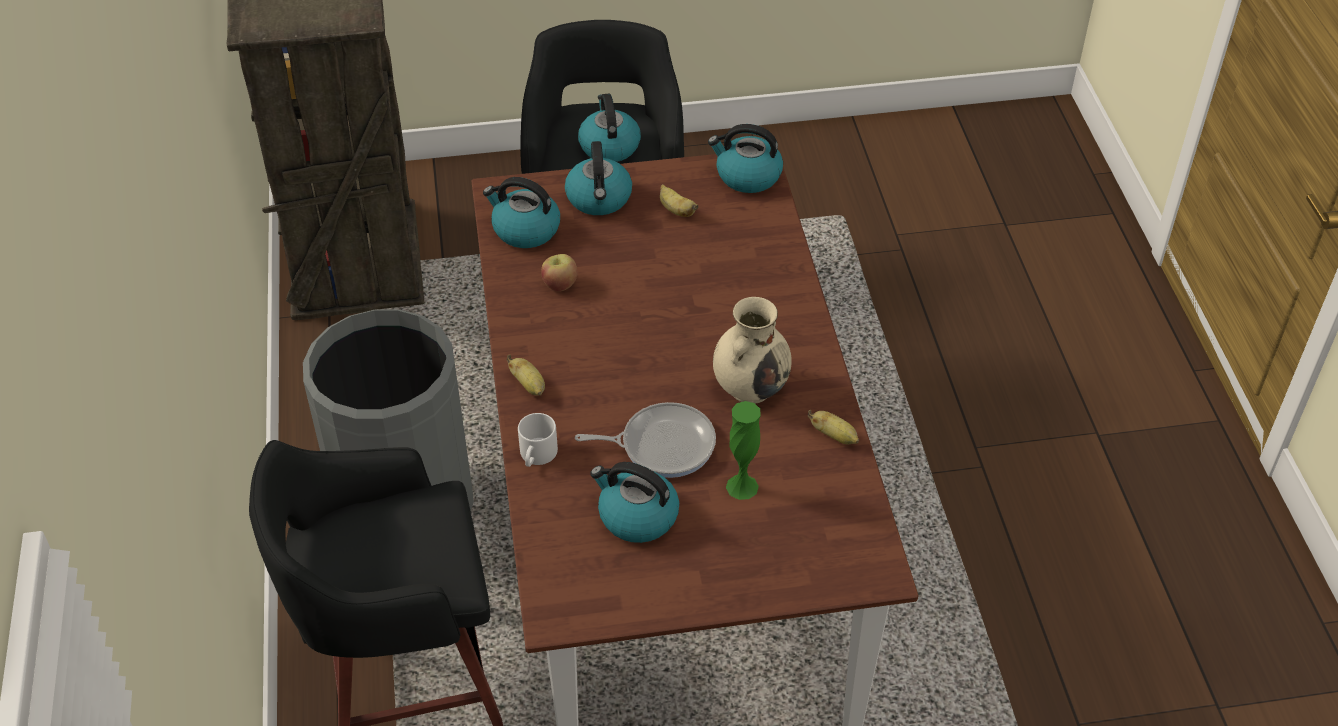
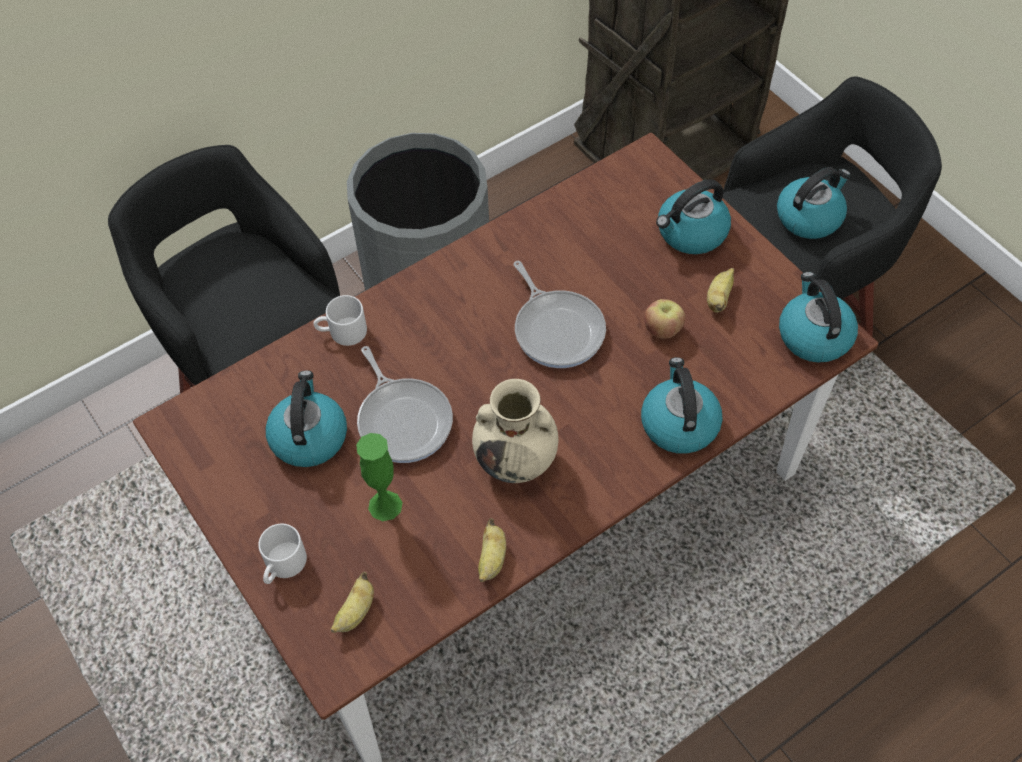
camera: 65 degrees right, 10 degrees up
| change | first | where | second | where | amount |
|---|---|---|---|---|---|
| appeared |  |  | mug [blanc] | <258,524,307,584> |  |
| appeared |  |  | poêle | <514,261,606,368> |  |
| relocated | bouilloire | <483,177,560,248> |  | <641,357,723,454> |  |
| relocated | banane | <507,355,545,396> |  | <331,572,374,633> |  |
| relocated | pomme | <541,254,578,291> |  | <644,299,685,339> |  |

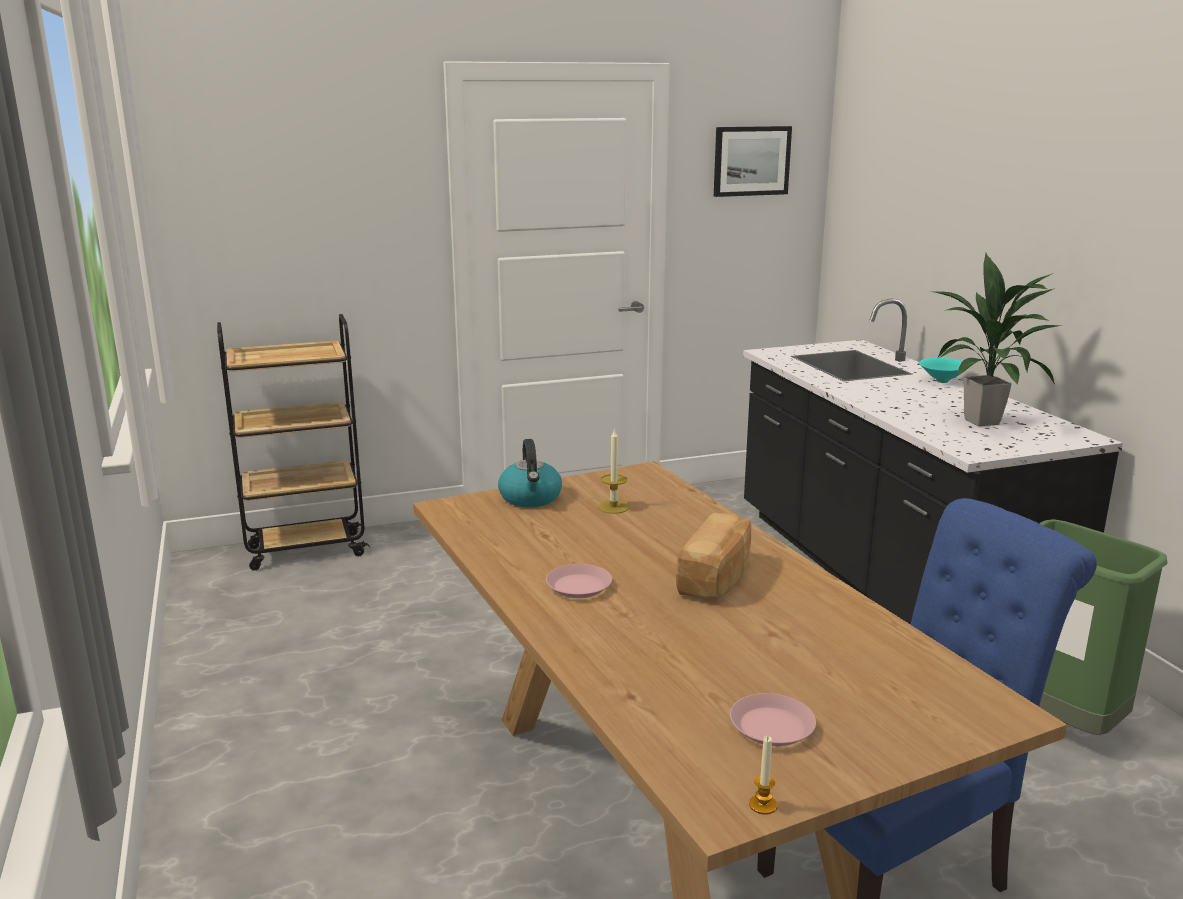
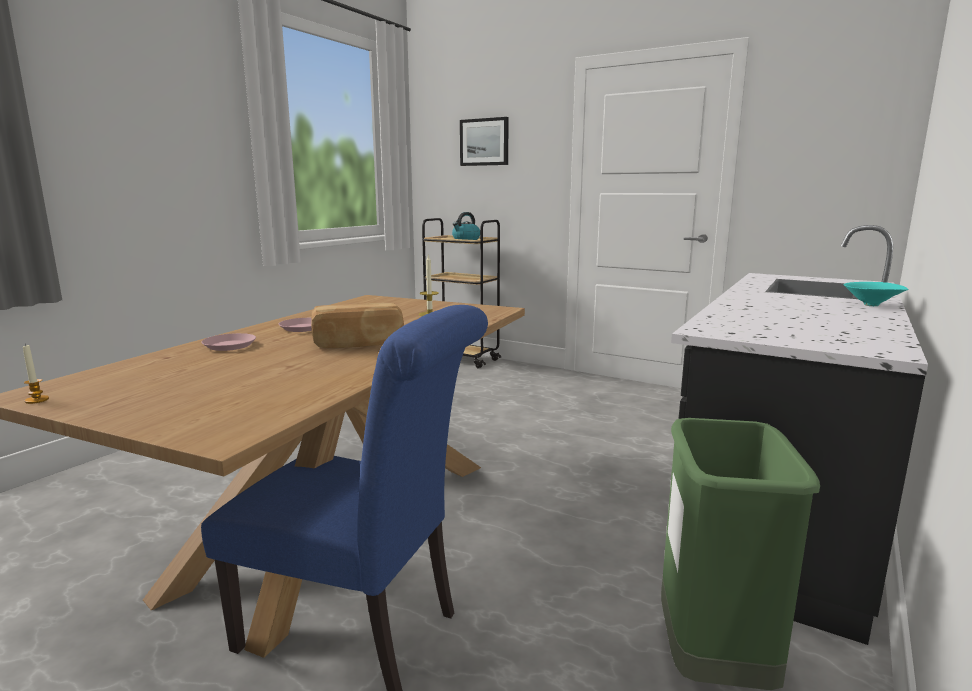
camera: 50 degrees right, 5 degrees down
| change | first | where | second | where | amount |
|---|---|---|---|---|---|
| missing | plante en pot | <929,253,1062,426> |  |  |  |
| relocated | bouilloire | <498,439,562,507> |  | <452,212,480,240> |  |
| relocated | tableau | <714,126,792,197> |  | <460,117,509,166> |  |
| relocated | assiette [rose] | <730,693,816,746> |  | <201,333,256,351> |  |

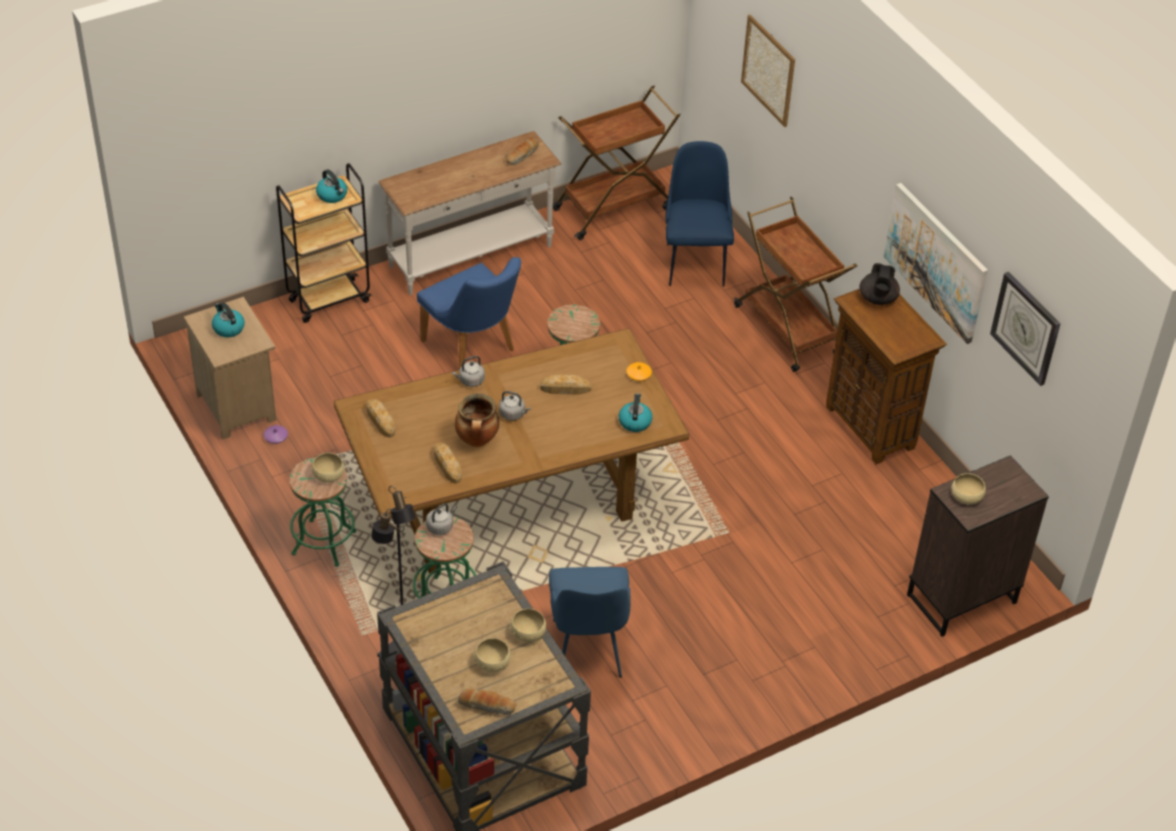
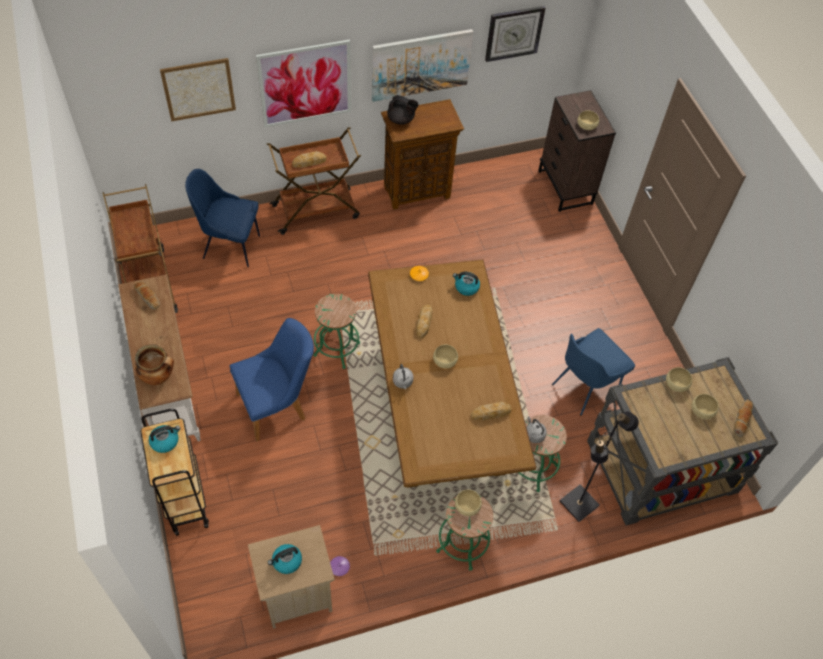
camera: 80 degrees left, 10 degrees up
| change | first | where | second | where | amount |
|---|---|---|---|---|---|
| appeared |  |  | tableau | <256,40,351,127> |  |
| relocated | pain | <366,399,395,438> |  | <292,151,327,168> |  |
| relocated | marmite | <455,393,499,447> |  | <135,344,174,385> |  |
| exchanged | bouilloire [gris] | <499,391,531,421> | bol [beige] | <433,345,458,369> |  |
| spun | chaise [bleu] | <549,567,631,678> |  | <552,328,635,416> | 135 degrees clockwise |

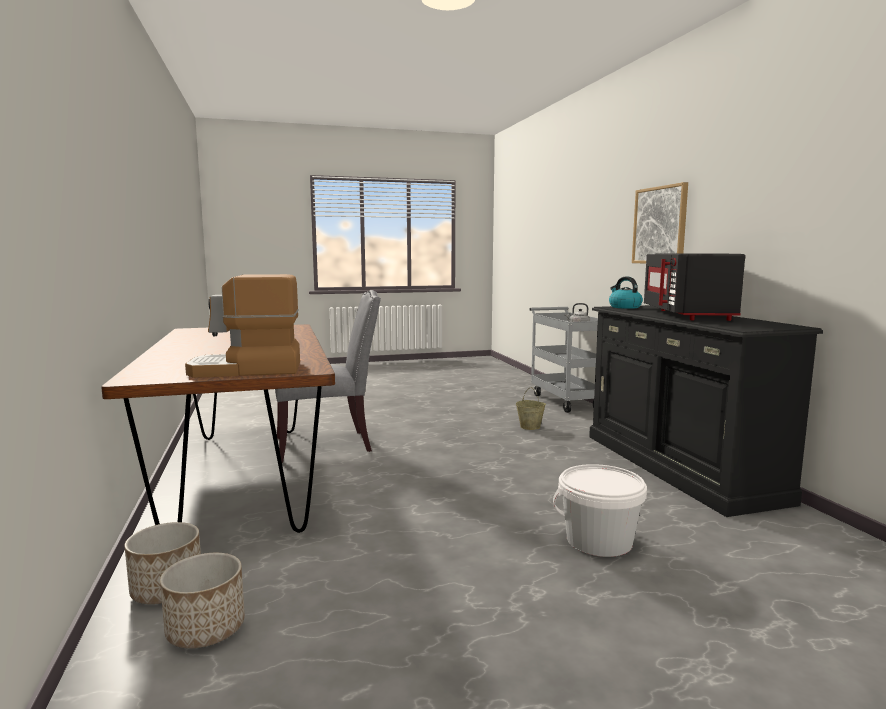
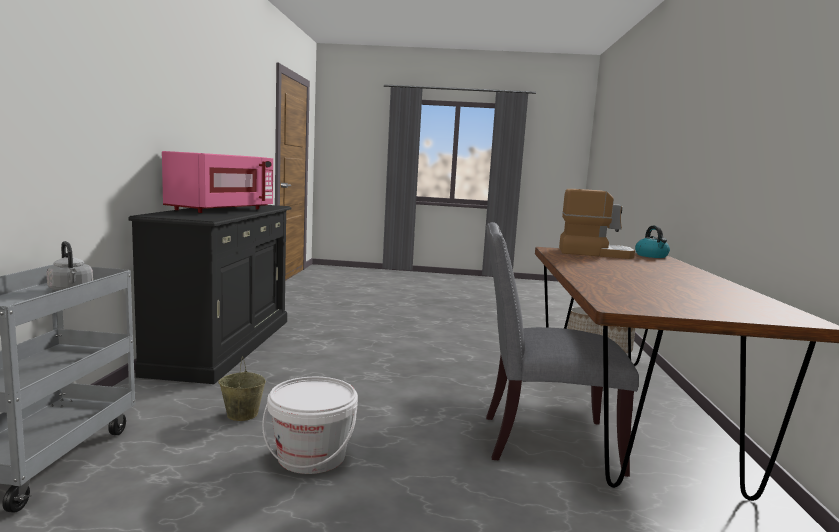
camera: 160 degrees left, 0 degrees up
| change | first | where | second | where | amount |
|---|---|---|---|---|---|
| missing | tableau | <632,182,688,264> |  |  |  |
| relocated | seau [blanc] | <553,464,647,557> |  | <262,377,358,474> |  |
| relocated | bouilloire | <609,277,643,309> |  | <635,226,670,258> |  |
| colour | micro-ondes [noir] | <644,253,745,321> | micro-ondes [rose] | <162,151,273,213> |  |

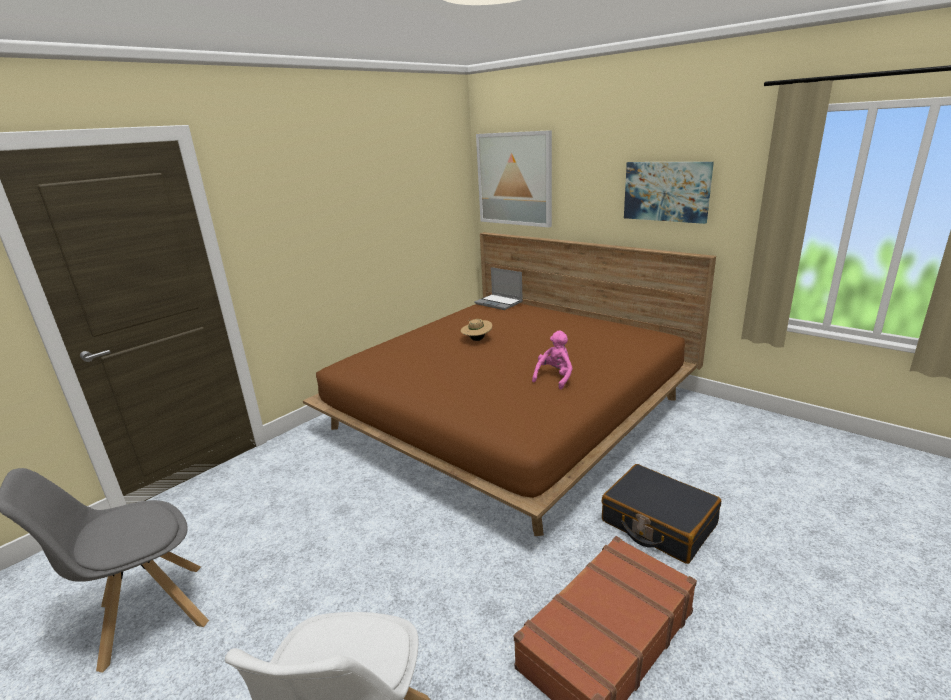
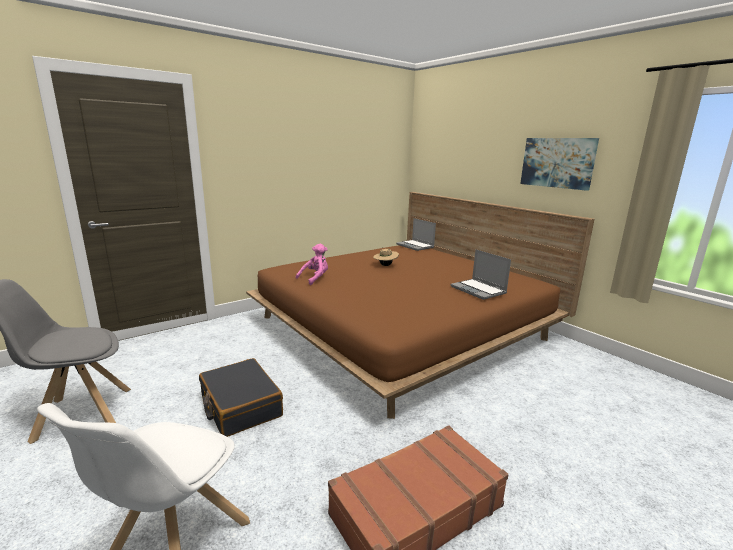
camera: 10 degrees right, 5 degrees down
| change | first | where | second | where | amount |
|---|---|---|---|---|---|
| missing | tableau | <476,130,552,227> |  |  |  |
| appeared |  |  | ordinateur portable | <450,249,511,300> |  |
| relocated | peluche [rose] | <532,330,573,389> |  | <296,244,328,285> |  |
| relocated | valise [noir] | <601,464,721,564> |  | <199,358,283,437> |  |

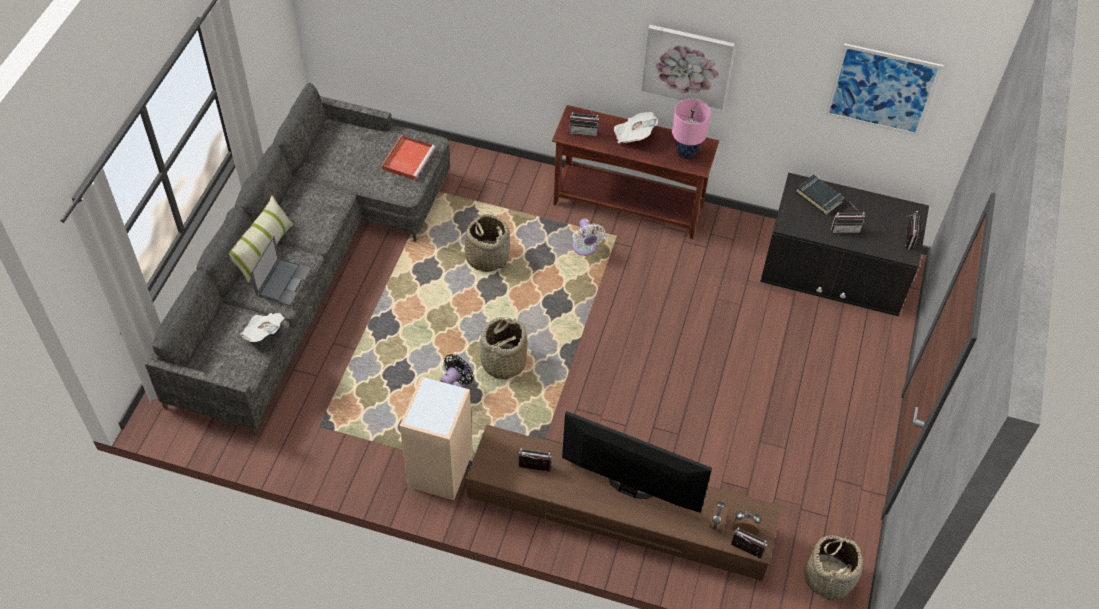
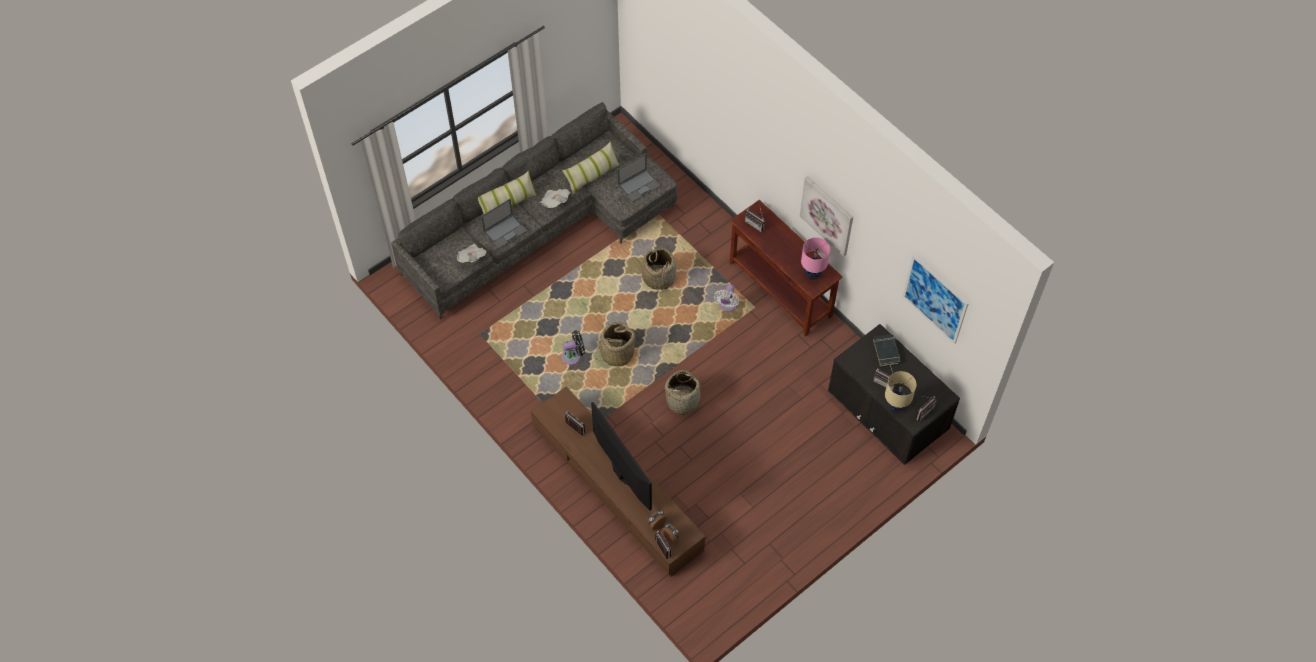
camera: 35 degrees right, 5 degrees up
| change | first | where | second | where | amount |
|---|---|---|---|---|---|
| missing | bibliothèque | <400,376,473,500> |  |  |  |
| appeared |  |  | coussin | <562,141,620,195> |  |
| appeared |  |  | lampe de table [beige] | <885,371,916,413> |  |
| relocated | journal | <614,112,658,143> |  | <540,189,570,208> |  |
| relocated | panier | <804,534,863,602> |  | <665,370,704,415> |  |
| exchanged | plateau [rouge] | <381,135,435,180> | ordinateur portable | <617,153,661,202> |  |

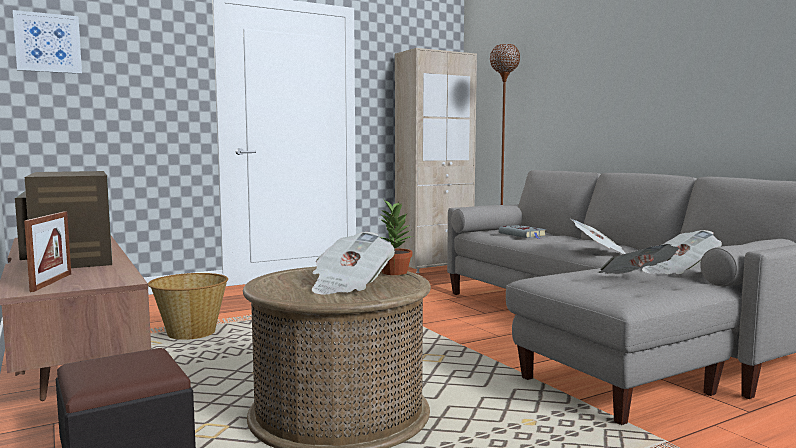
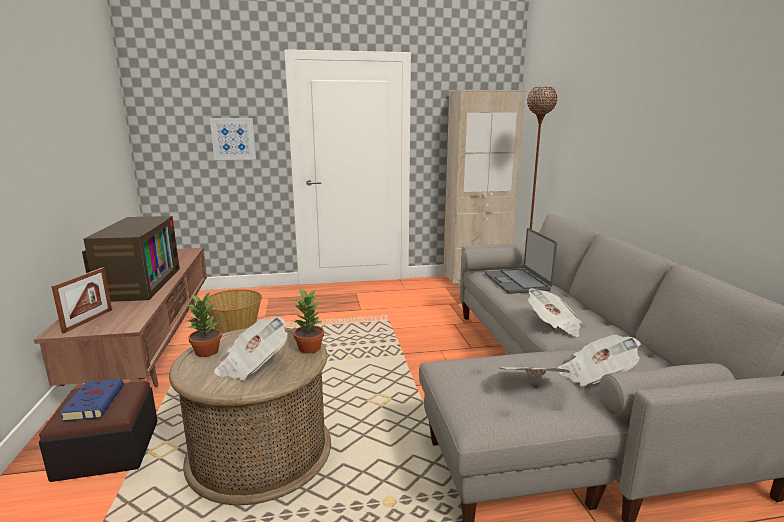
camera: 20 degrees right, 10 degrees up
| change | first | where | second | where | amount |
|---|---|---|---|---|---|
| appeared |  |  | livre [bleu] | <60,379,124,421> |  |
| appeared |  |  | plante en pot | <186,293,222,357> |  |
| relocated | tableau | <13,10,82,74> |  | <210,118,256,160> |  |
| exchanged | livre [gris] | <499,225,546,239> | ordinateur portable | <485,228,557,294> |  |

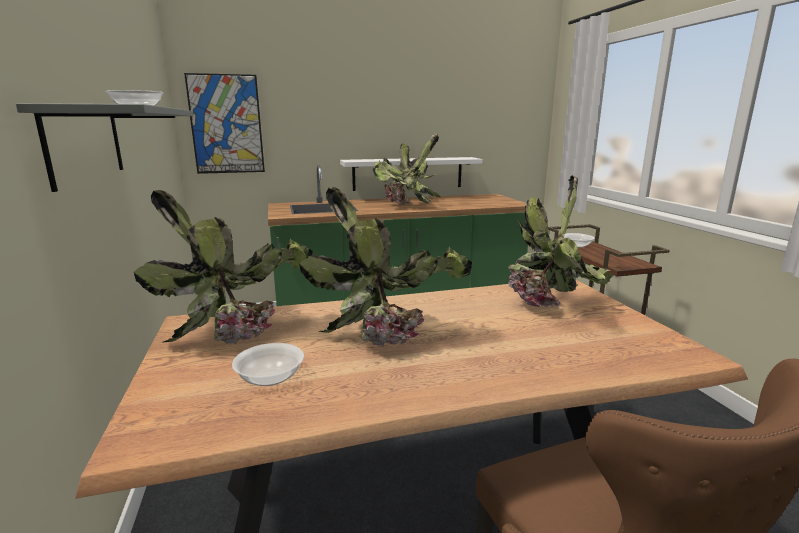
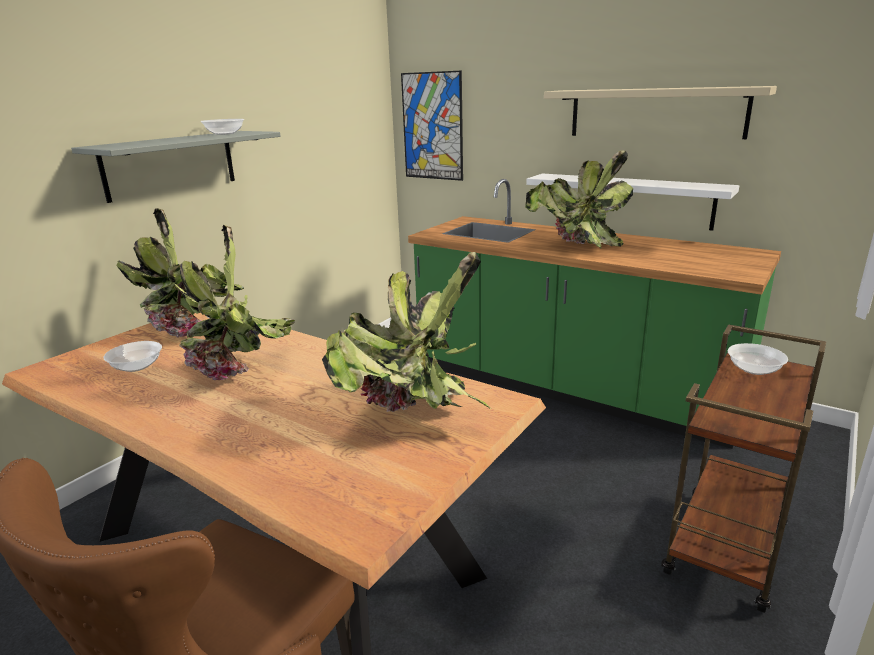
camera: 50 degrees right, 5 degrees up
| change | first | where | second | where | amount |
|---|---|---|---|---|---|
| appeared |  |  | étagère [beige] | <544,86,777,139> |  |

